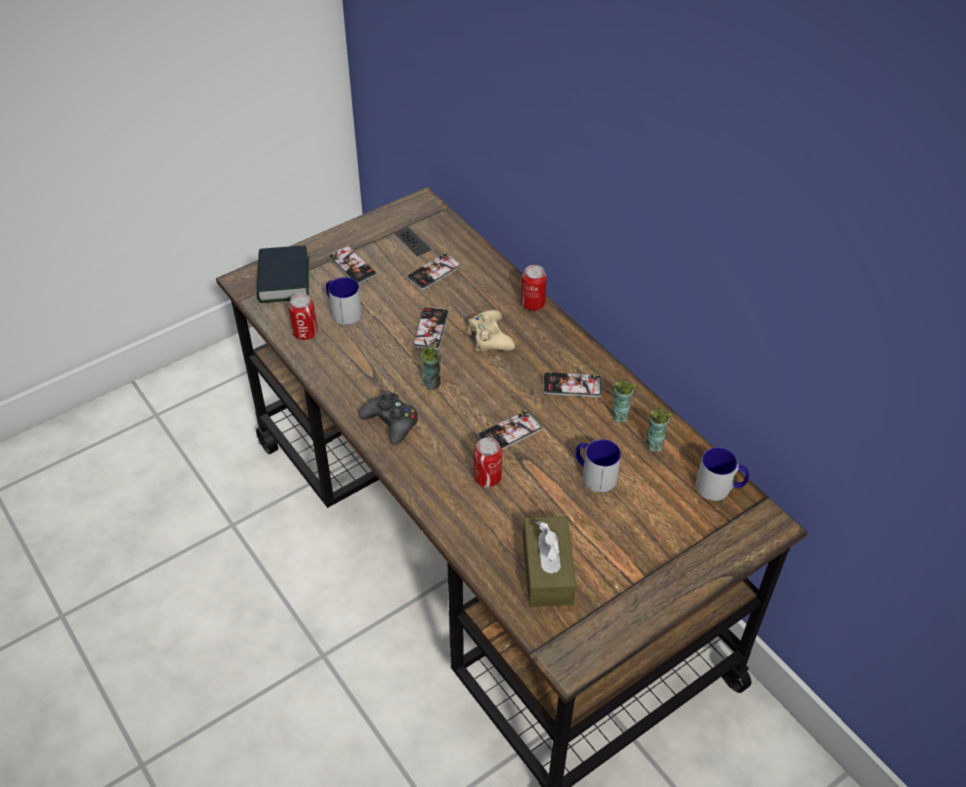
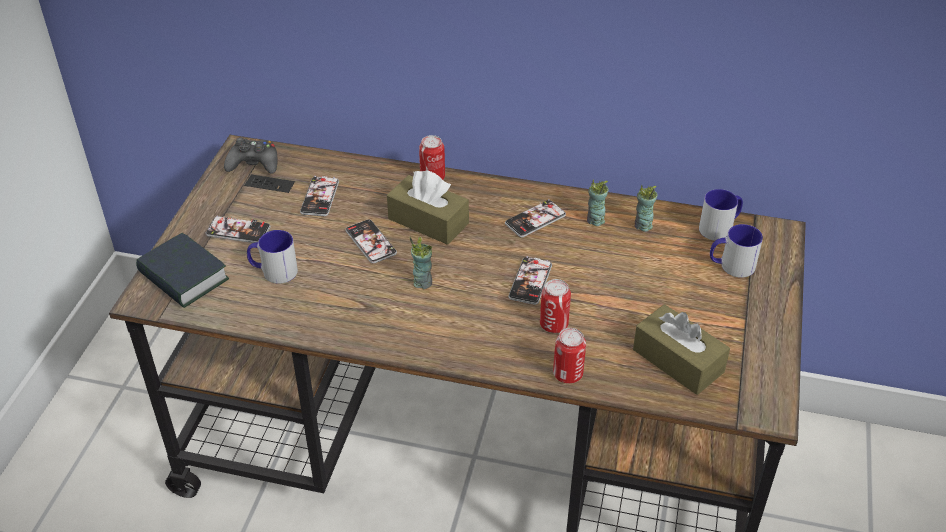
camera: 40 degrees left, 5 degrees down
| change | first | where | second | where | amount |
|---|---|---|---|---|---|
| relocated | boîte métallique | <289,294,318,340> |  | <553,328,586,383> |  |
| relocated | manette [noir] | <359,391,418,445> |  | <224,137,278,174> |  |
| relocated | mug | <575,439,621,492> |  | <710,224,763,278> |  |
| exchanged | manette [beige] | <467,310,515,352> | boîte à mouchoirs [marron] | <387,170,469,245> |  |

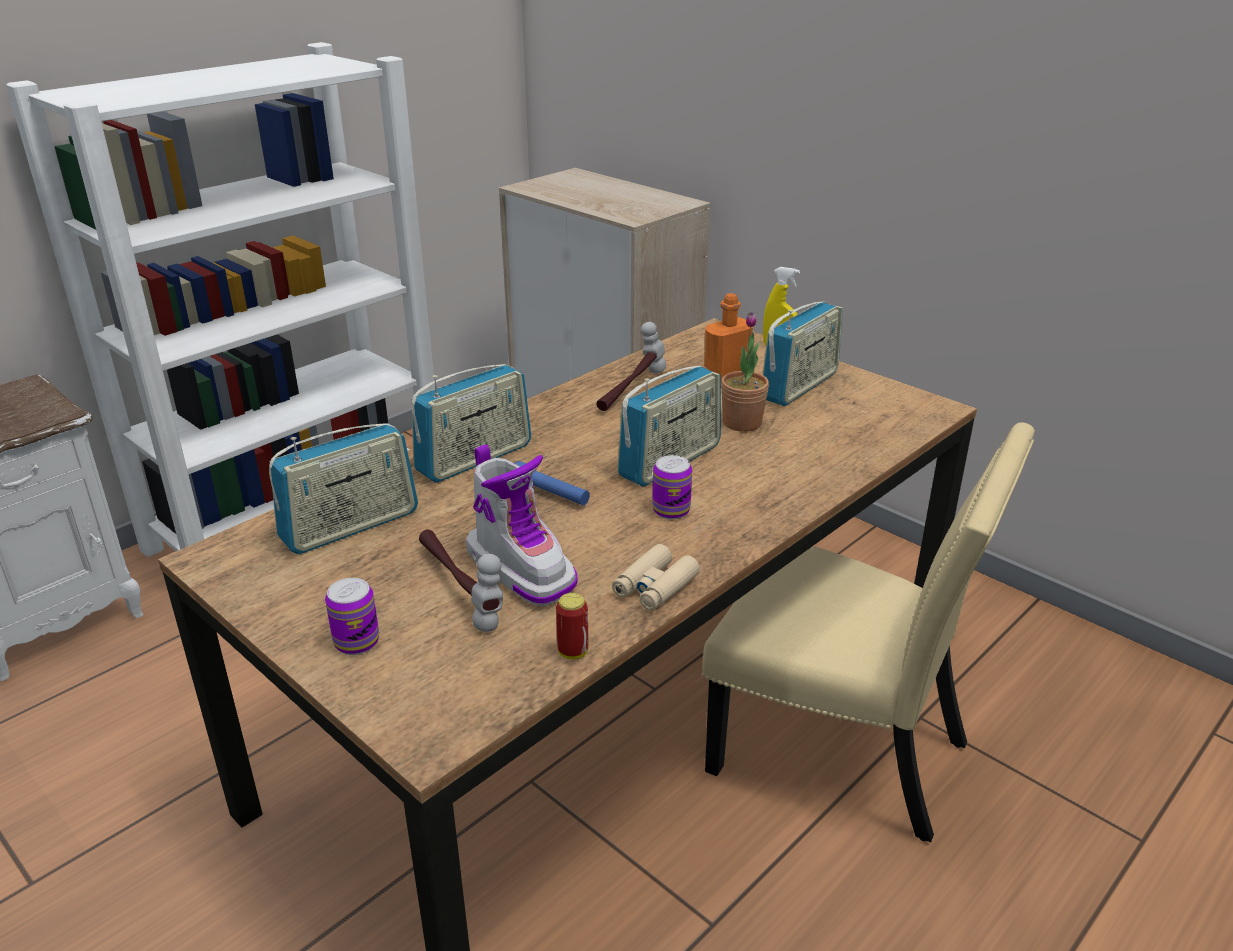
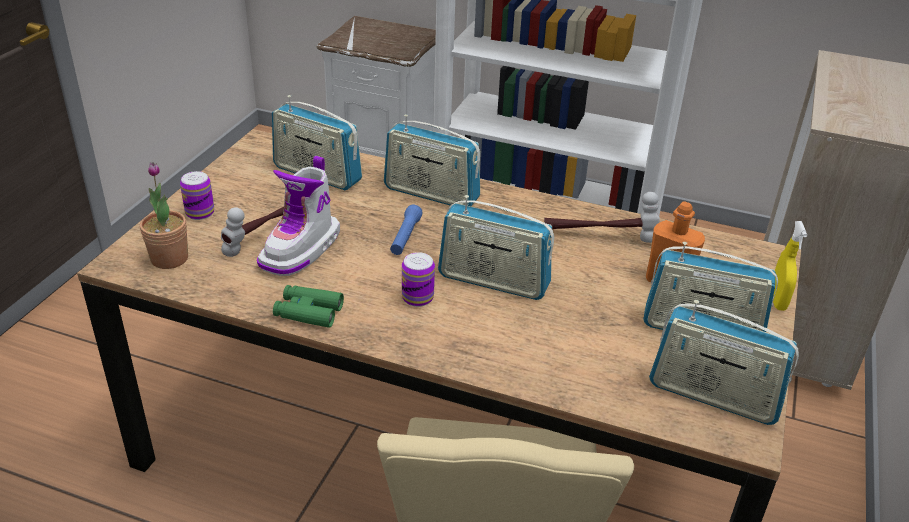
camera: 65 degrees right, 5 degrees up
| change | first | where | second | where | amount |
|---|---|---|---|---|---|
| missing | boîte métallique | <556,593,588,659> |  |  |  |
| appeared |  |  | radio | <649,300,799,425> |  |
| relocated | plante en pot | <721,312,769,432> |  | <140,162,188,269> |  |
| colour | jumelles [beige] | <612,544,700,610> | jumelles [vert] | <273,285,344,328> |  |

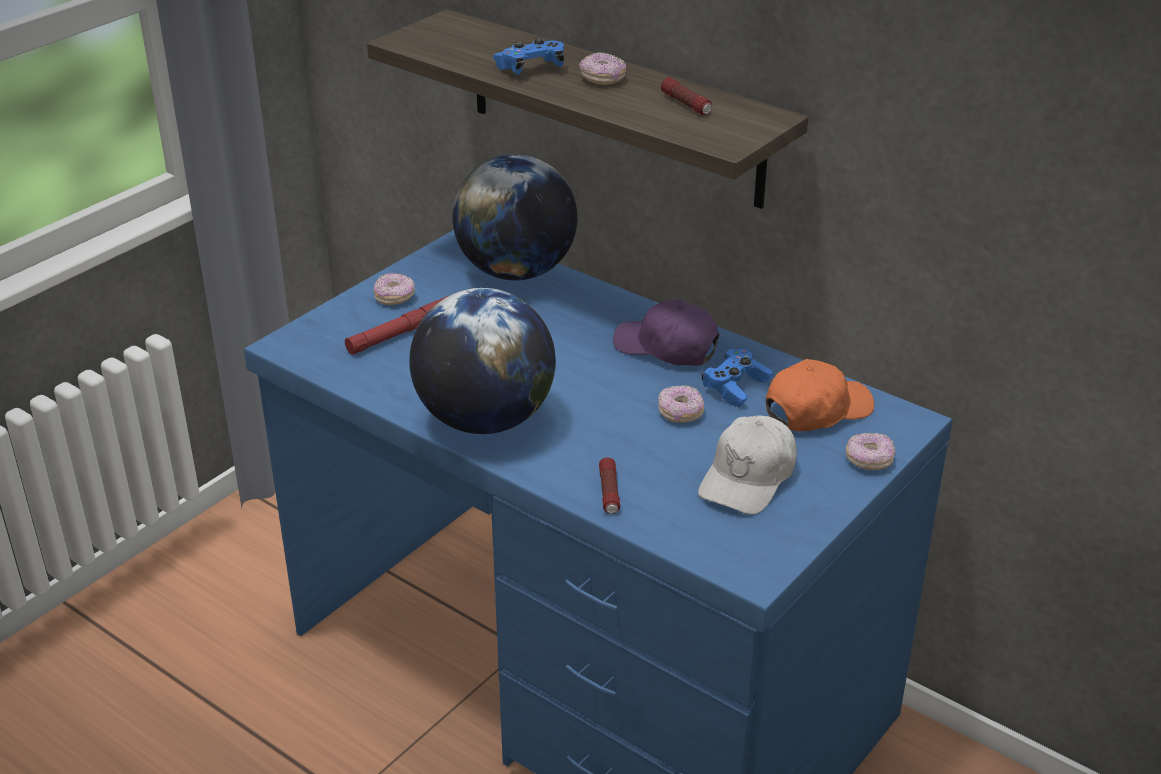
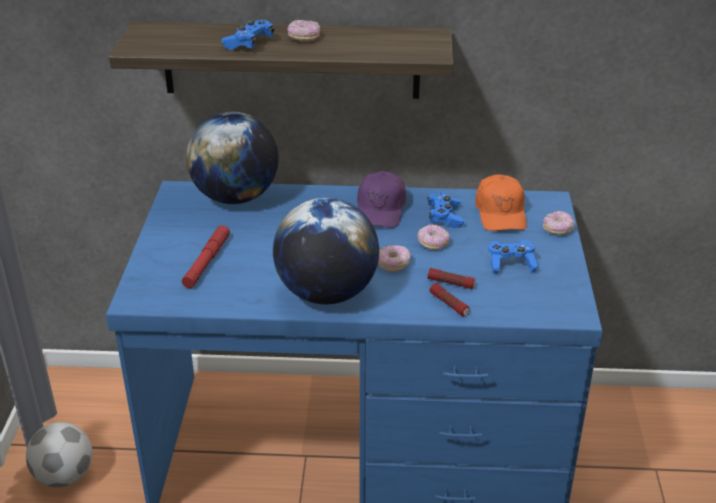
camera: 35 degrees left, 0 degrees up
| change | first | where | second | where | amount |
|---|---|---|---|---|---|
| appeared |  |  | ballon de foot | <26,422,92,487> |  |
| relocated | beignet | <374,273,415,305> |  | <378,245,411,272> |  |
| relocated | lampe de poche | <661,77,712,115> |  | <428,268,476,289> |  |
| exchanged | casquette [blanc] | <698,416,797,515> | manette [bleu] | <488,240,538,273> |  |
| spun | casquette [violet] | <613,299,719,366> |  | <357,171,406,228> | 75 degrees counterclockwise |
| spun | casquette [orange] | <766,359,874,431> |  | <475,174,527,231> | 150 degrees clockwise |

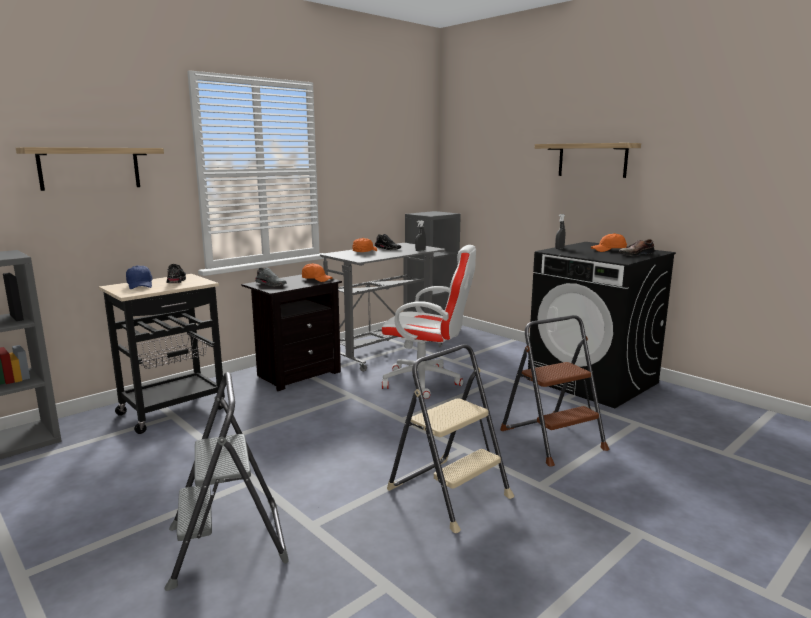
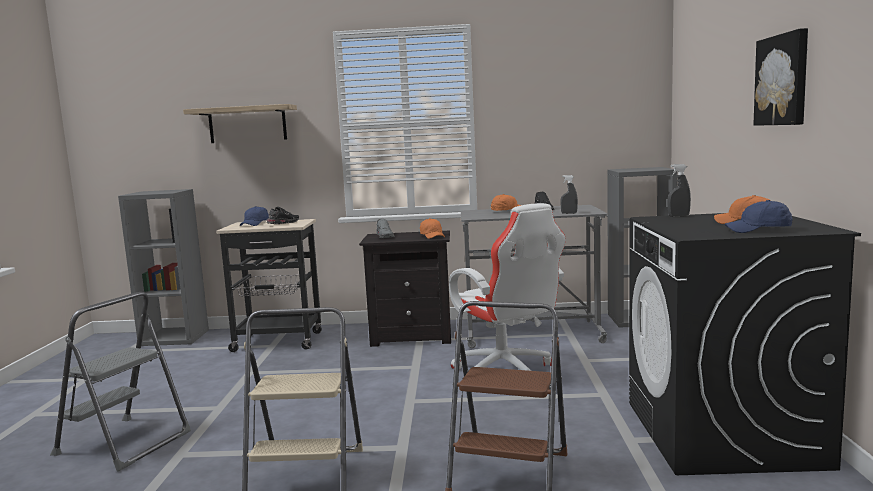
camera: 45 degrees right, 5 degrees down
| change | first | where | second | where | amount |
|---|---|---|---|---|---|
| exchanged | étagère | <535,143,641,178> | tableau | <754,28,808,126> |  |
| exchanged | chaussure | <618,239,654,256> | casquette [bleu] | <725,200,793,233> |  |

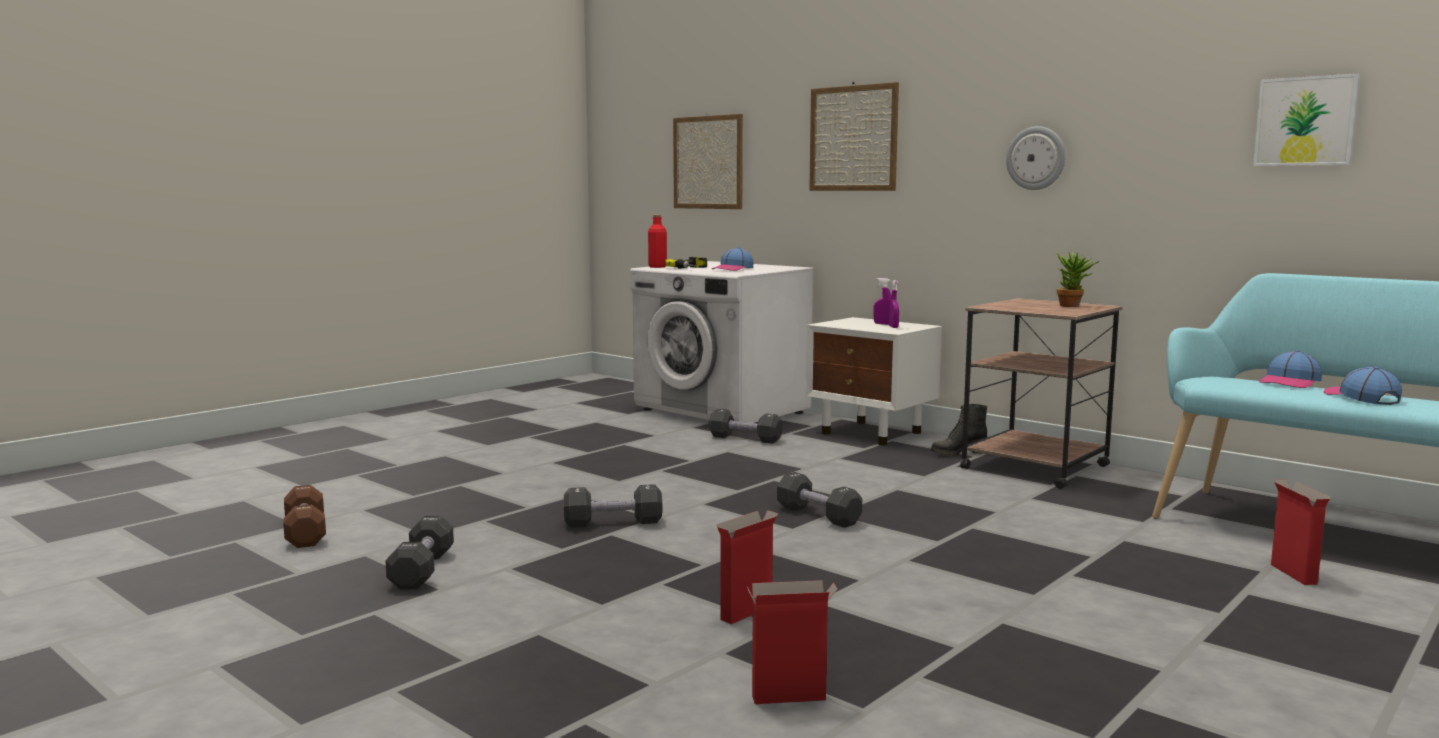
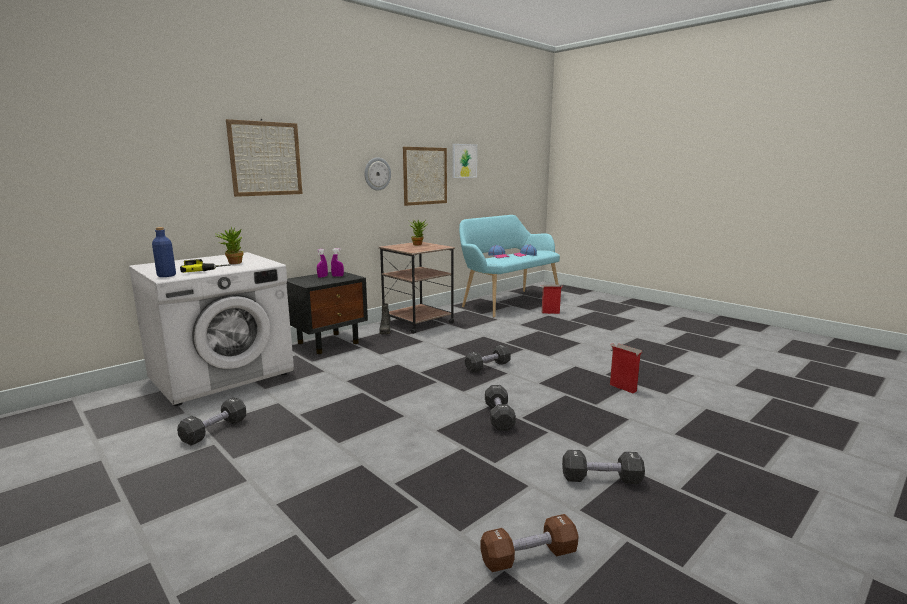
camera: 85 degrees left, 5 degrees up
| change | first | where | second | where | amount |
|---|---|---|---|---|---|
| missing | carton | <747,580,838,704> |  |  |  |
| relocated | tableau | <673,114,743,209> |  | <403,147,447,206> |  |
| relocated | haltère [noir] | <709,409,782,444> |  | <177,397,246,446> |  |
| exchanged | casquette | <712,247,754,271> | plante en pot | <216,227,243,264> |  |
| colour | bouteille [rouge] | <648,215,667,268> | bouteille [bleu] | <152,227,176,277> |  |
| colour | table de chevet [blanc] | <806,317,942,445> | table de chevet [noir] | <287,272,368,354> |  |

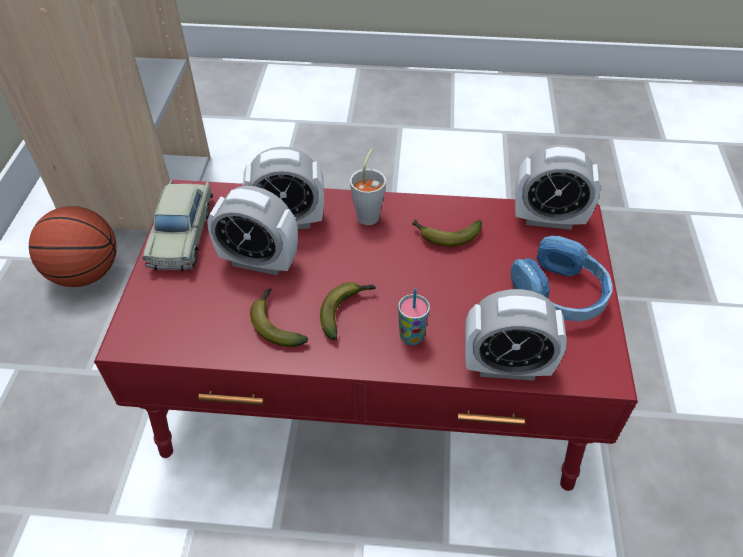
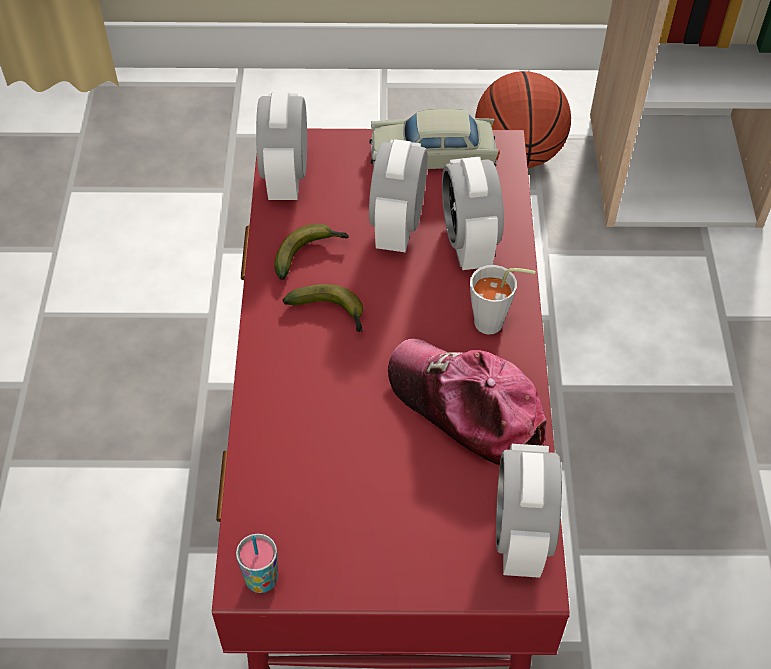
camera: 85 degrees right, 5 degrees up
| change | first | where | second | where | amount |
|---|---|---|---|---|---|
| missing | casque audio [bleu] | <511,236,613,322> |  |  |  |
| relocated | tasse | <398,289,430,345> |  | <236,534,278,593> |  |
| relocated | réveil | <465,289,567,381> |  | <256,92,307,200> |  |
| exchanged | banane | <412,219,482,247> | casquette | <388,339,547,465> |  |

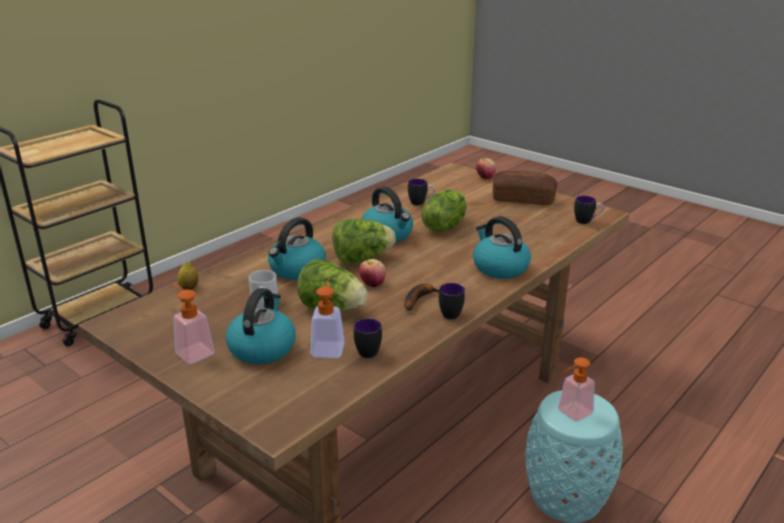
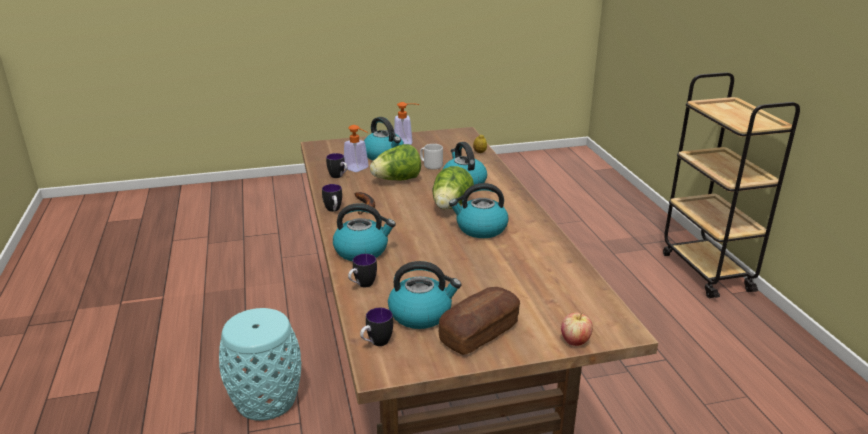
camera: 125 degrees right, 0 degrees up
| change | first | where | second | where | amount |
|---|---|---|---|---|---|
| missing | pomme | <359,259,386,287> |  |  |  |
| missing | laitue | <421,189,466,232> |  |  |  |
| missing | distributeur de savon | <558,357,595,422> |  |  |  |
| appeared |  |  | bouilloire | <388,261,462,329> |  |
| relocated | mug | <408,179,435,206> |  | <348,254,377,287> |  |

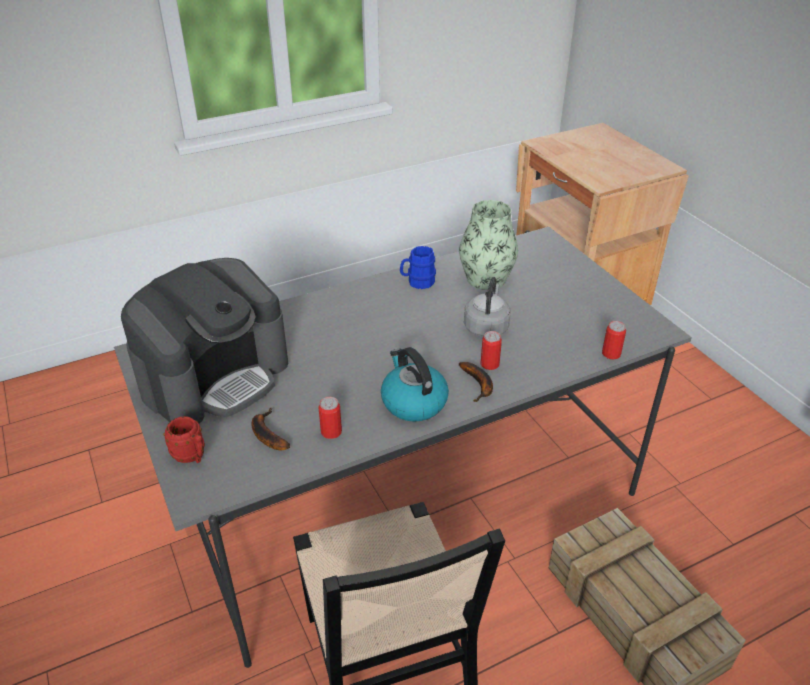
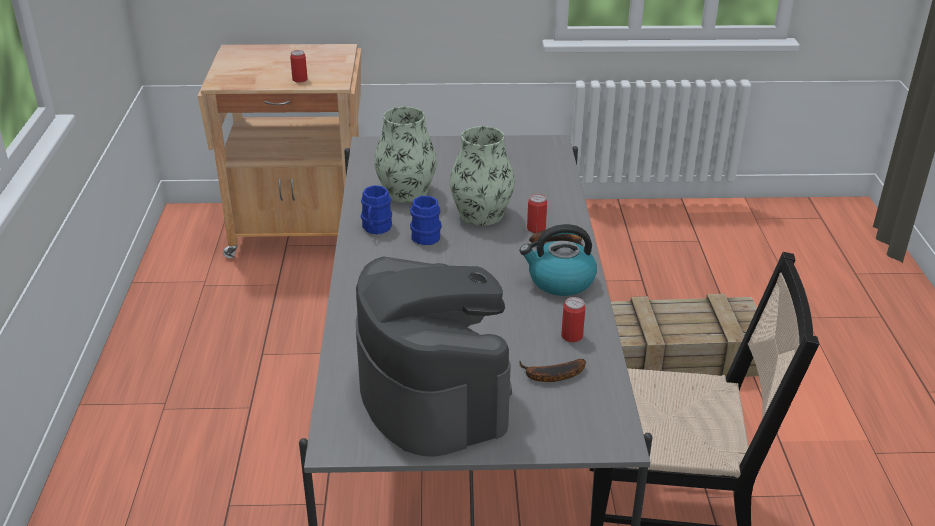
camera: 65 degrees left, 5 degrees down
| change | first | where | second | where | amount |
|---|---|---|---|---|---|
| missing | mug [rouge] | <163,416,205,463> |  |  |  |
| appeared |  |  | mug [bleu] | <410,196,442,245> |  |
| relocated | boîte métallique | <602,321,626,359> |  | <290,50,308,83> |  |
| exchanged | bouilloire [gris] | <464,277,511,337> | vase | <450,126,515,226> |  |

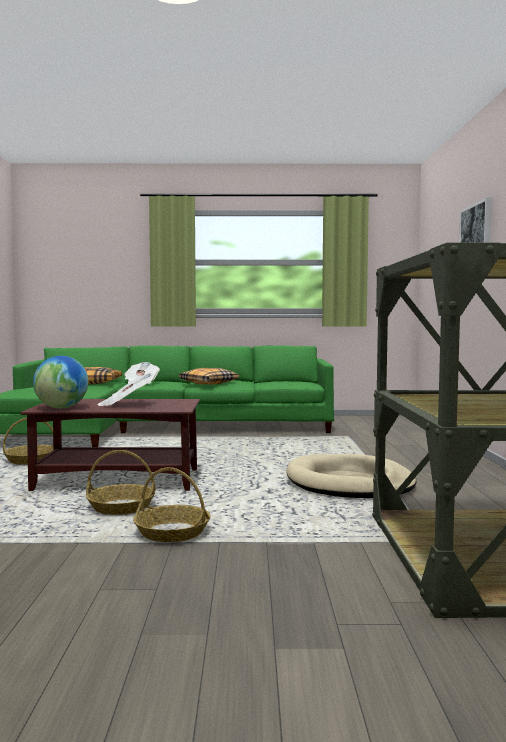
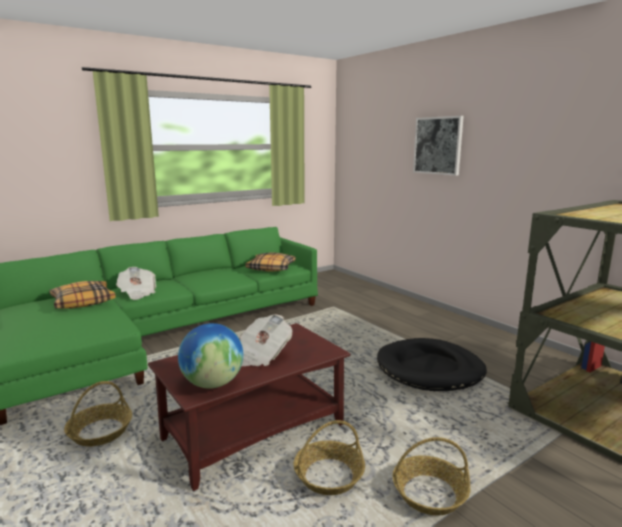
camera: 35 degrees left, 10 degrees up
| change | first | where | second | where | amount |
|---|---|---|---|---|---|
| relocated | coussin | <179,368,239,385> |  | <245,252,295,272> |  |
| colour | panier pour chien [beige] | <286,454,417,498> | panier pour chien [noir] | <377,338,487,391> |  |

